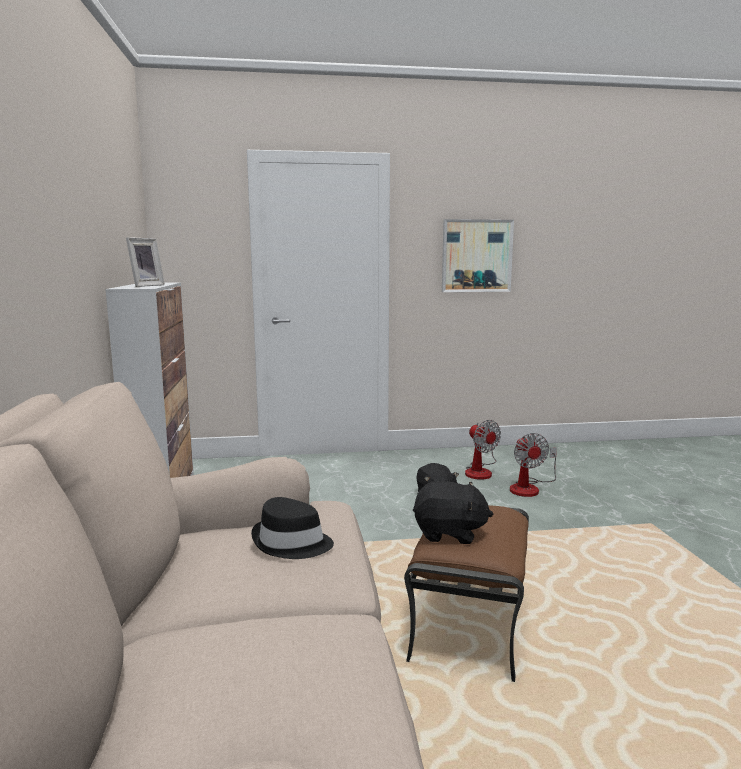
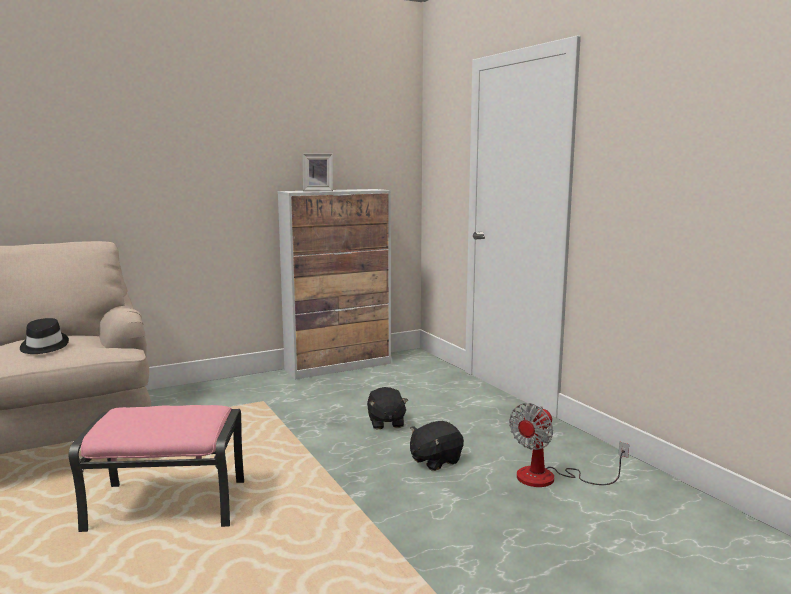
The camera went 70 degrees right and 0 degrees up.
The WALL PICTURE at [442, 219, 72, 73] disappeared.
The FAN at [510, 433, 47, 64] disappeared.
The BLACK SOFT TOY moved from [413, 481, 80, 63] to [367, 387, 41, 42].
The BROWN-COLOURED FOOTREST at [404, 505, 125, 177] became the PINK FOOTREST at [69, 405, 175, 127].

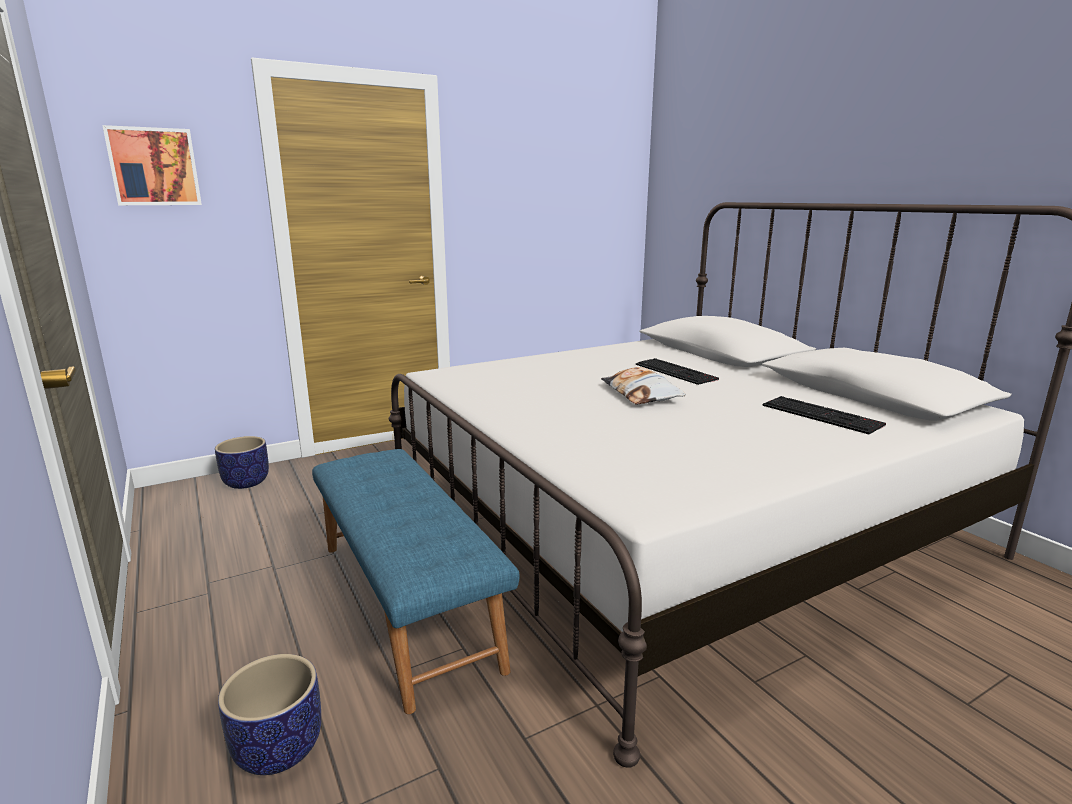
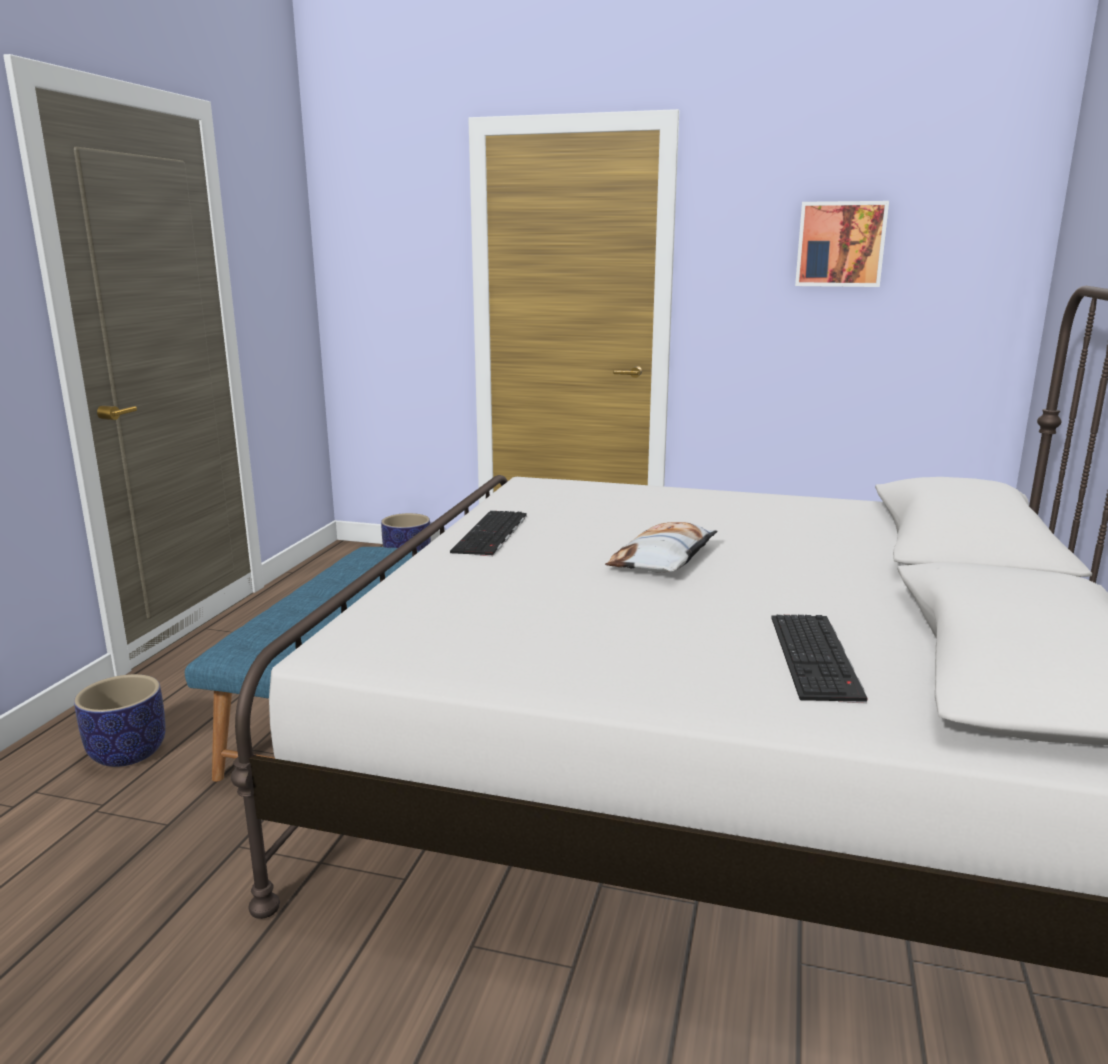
The camera went 45 degrees right and 0 degrees up.
The WALL PICTURE moved from [102, 125, 100, 80] to [795, 201, 94, 86].
The COMPUTER KEYBOARD moved from [636, 358, 83, 27] to [450, 511, 76, 46].

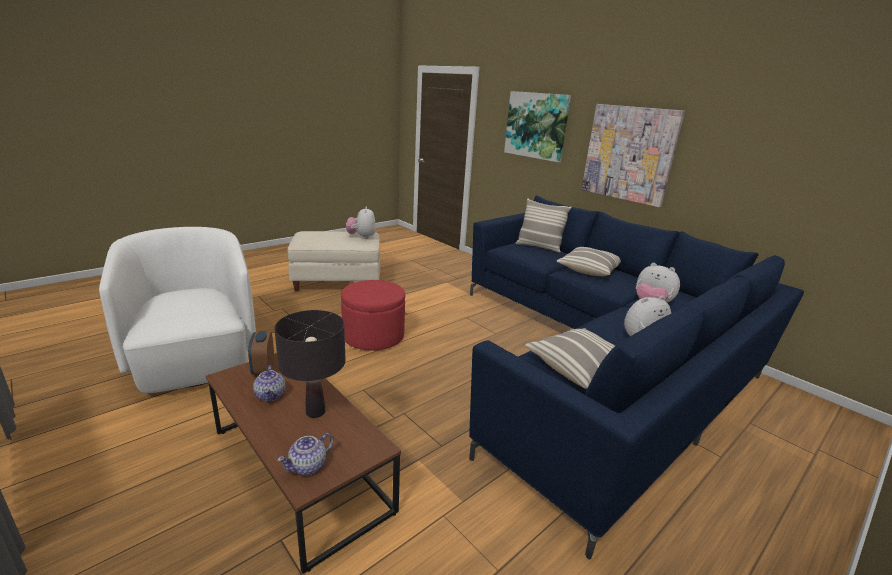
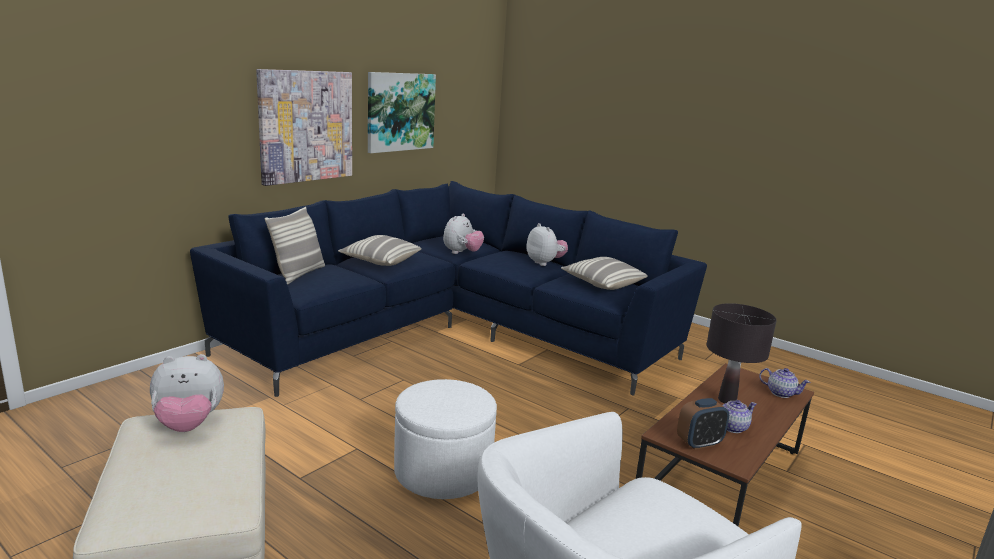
The camera went 100 degrees left and 5 degrees down.
The WALL PICTURE moved from [504, 91, 67, 71] to [368, 72, 68, 81].
The REDDISH FOOTREST at [341, 280, 64, 71] became the WHITISH FOOTREST at [394, 379, 103, 120].

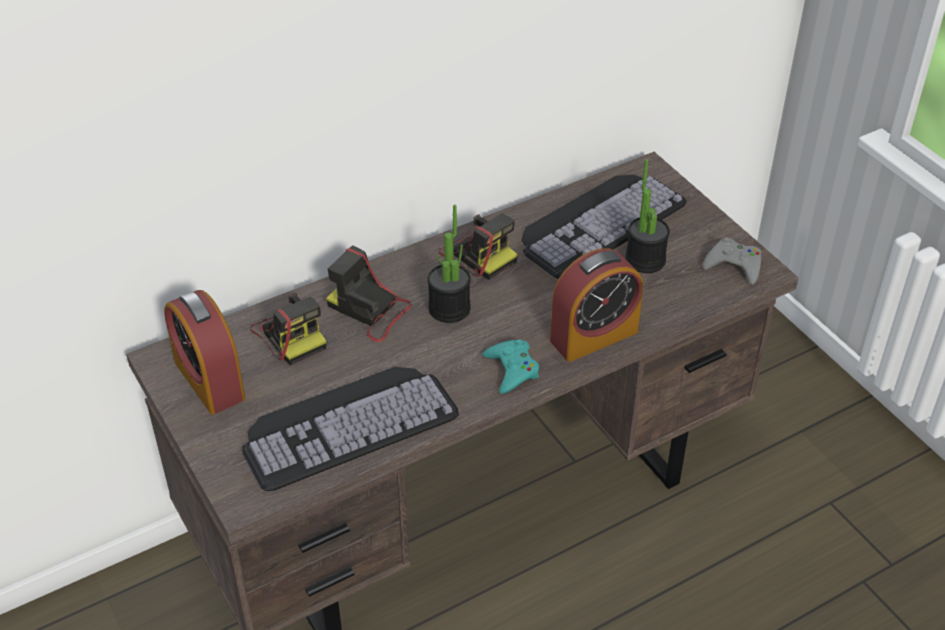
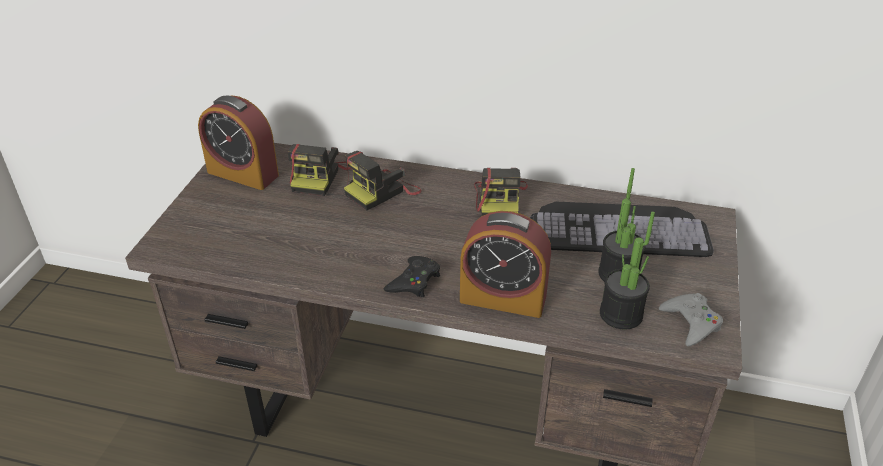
The camera went 45 degrees right and 5 degrees down.
The COMPUTER KEYBOARD at [242, 367, 217, 124] disappeared.
The POTTED PLANT moved from [427, 205, 44, 118] to [600, 211, 55, 118].
The BLUE-GREEN GAMEPAD at [483, 340, 56, 54] became the BLACK GAMEPAD at [384, 256, 56, 41].
The TABLE CLOCK at [164, 290, 81, 124] turned 75 degrees counterclockwise.
The STILL CAMERA at [326, 245, 85, 97] turned 120 degrees counterclockwise.

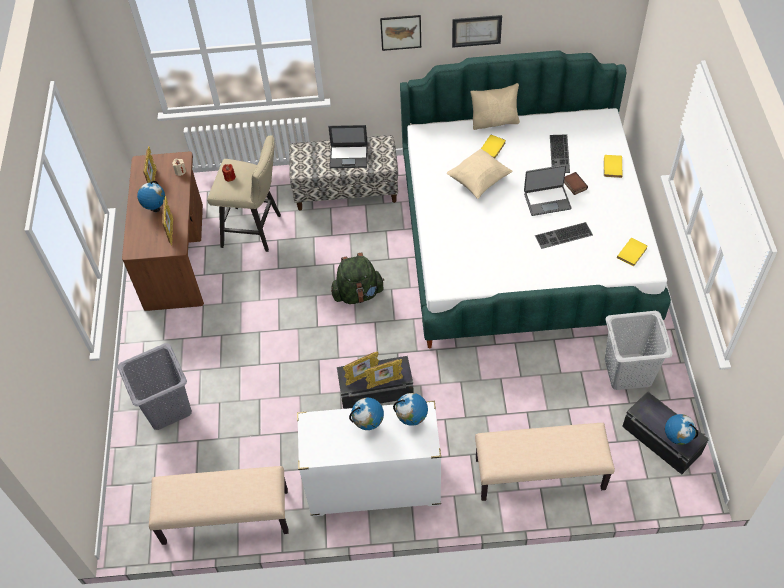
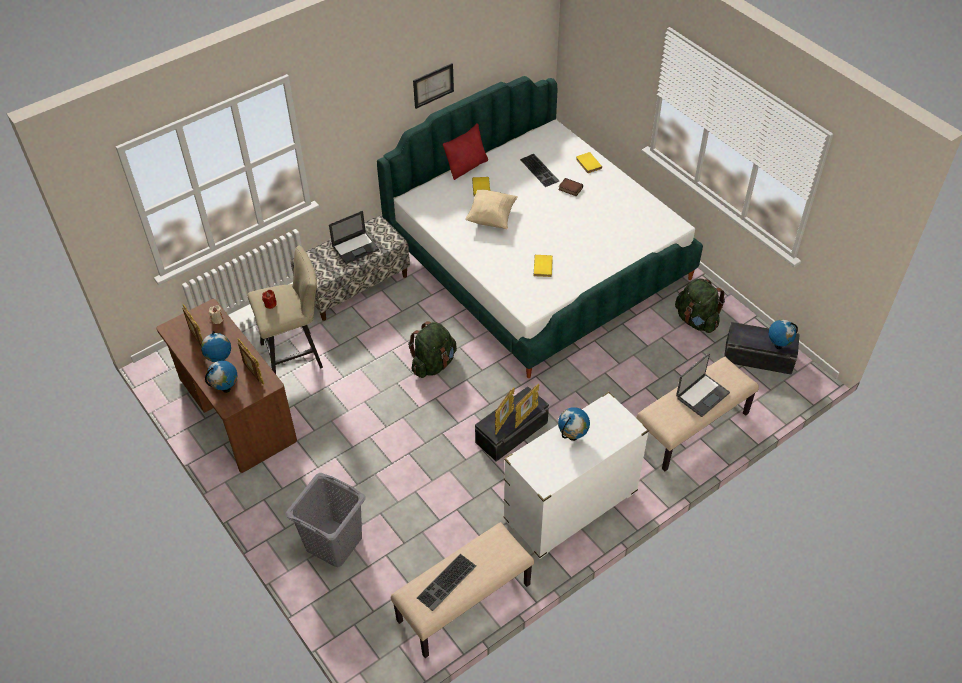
The camera went 35 degrees left and 5 degrees down.
The WALL PICTURE at [380, 15, 41, 36] disappeared.
The DESK GLOBE moved from [393, 393, 35, 33] to [205, 360, 32, 33].
The PORTABLE COMPUTER moved from [524, 165, 48, 51] to [676, 353, 54, 64].
The COMPUTER KEYBOARD moved from [535, 222, 58, 27] to [417, 554, 59, 57].
The YELLOW BOUND BOOK moved from [617, 238, 31, 28] to [534, 255, 19, 22].
The GRAY WASHING BASKET at [605, 311, 68, 79] was replaced by the GREEN-COLOURED BACKPACK at [675, 278, 50, 55].
The BEIGE THROW PILLOW at [470, 83, 50, 47] became the REDDISH THROW PILLOW at [443, 123, 45, 57].

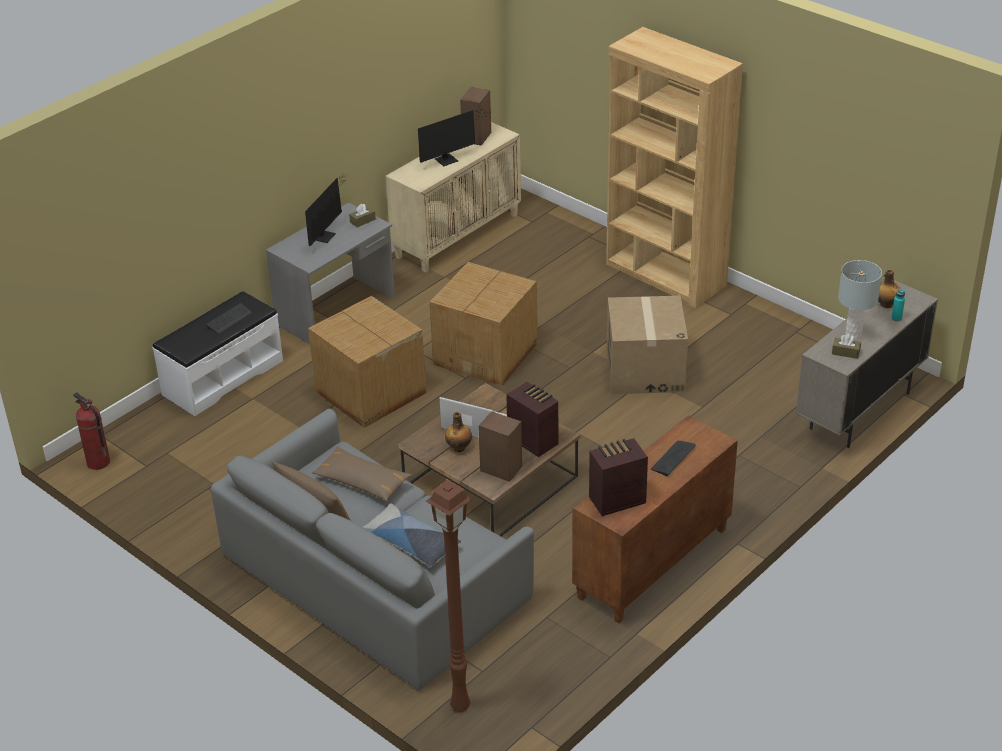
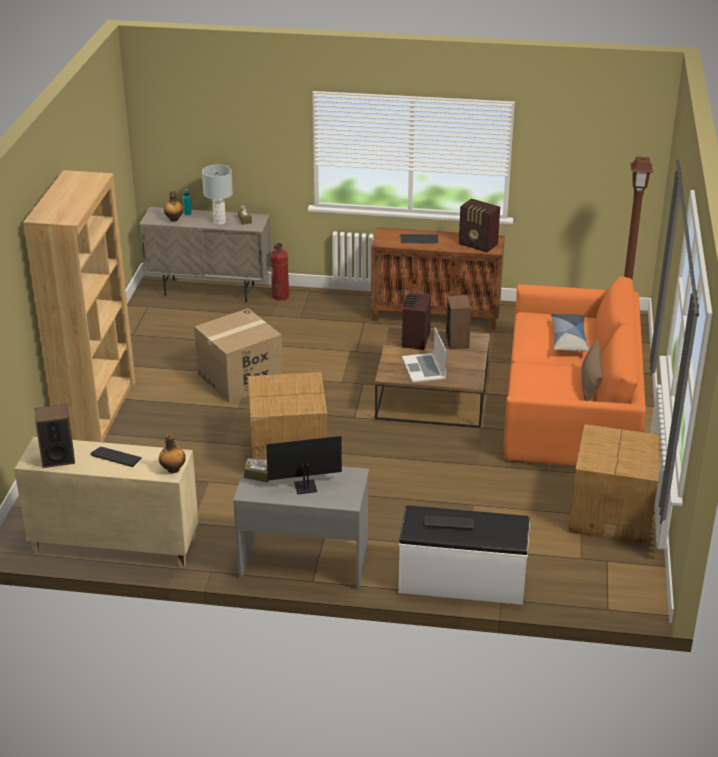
The camera went 125 degrees left and 5 degrees down.
The BROWN-COLOURED THROW PILLOW at [312, 447, 100, 54] disappeared.
The EXTINGUISHER moved from [73, 392, 37, 78] to [270, 243, 19, 58].
The CARDBOARD BOX moved from [308, 296, 118, 132] to [569, 424, 92, 121].
The BOTTLE moved from [445, 412, 27, 40] to [159, 434, 27, 39].
The MONITOR at [418, 108, 74, 58] was replaced by the COMPUTER KEYBOARD at [91, 447, 51, 20].
The GRAY SOFA at [211, 409, 323, 281] became the ORANGEY SOFA at [504, 276, 142, 190].

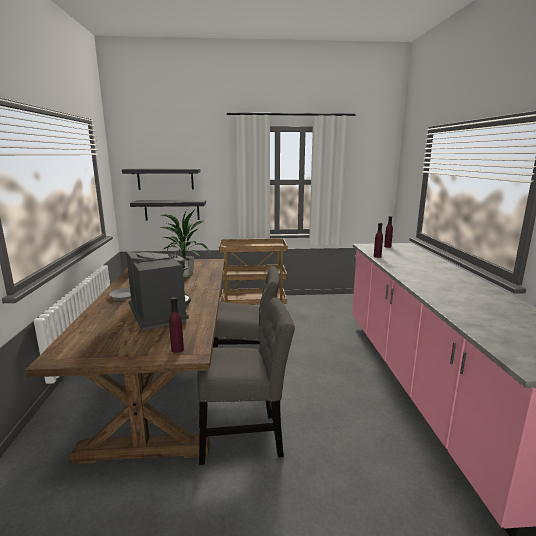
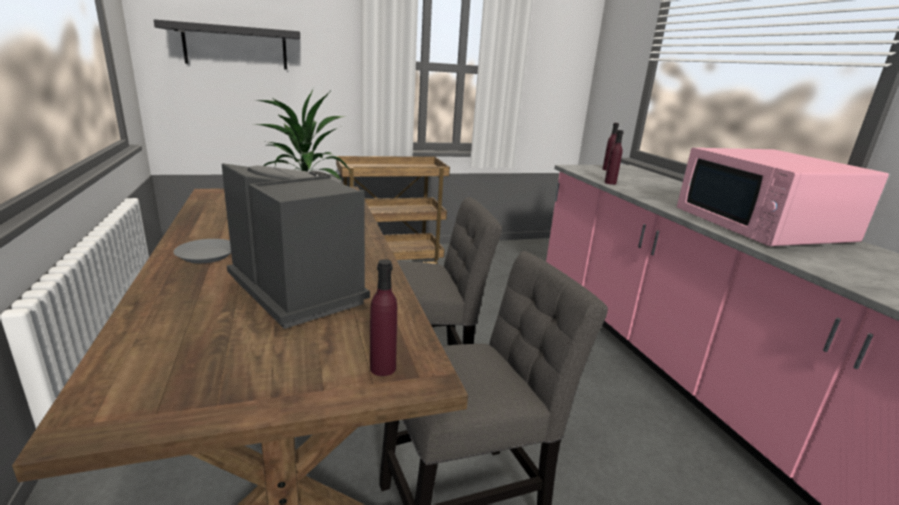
The camera went 15 degrees left and 5 degrees up.
The BLACK BRACKET SHELF at [130, 200, 76, 20] disappeared.
The PINK MICROWAVE at [677, 148, 212, 98] appeared.

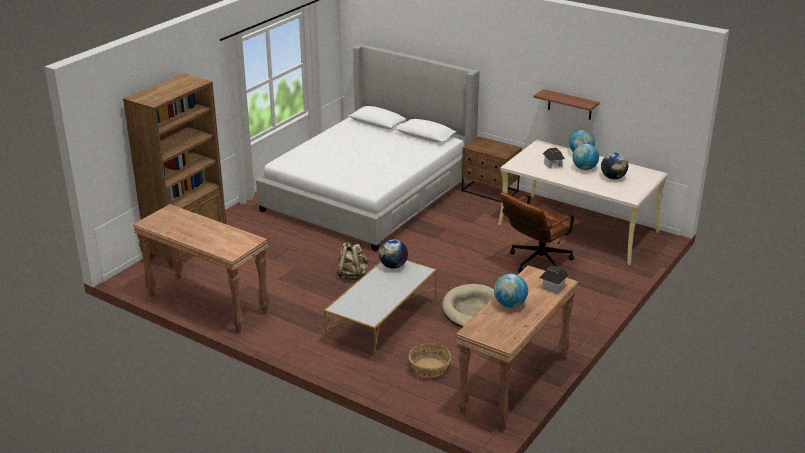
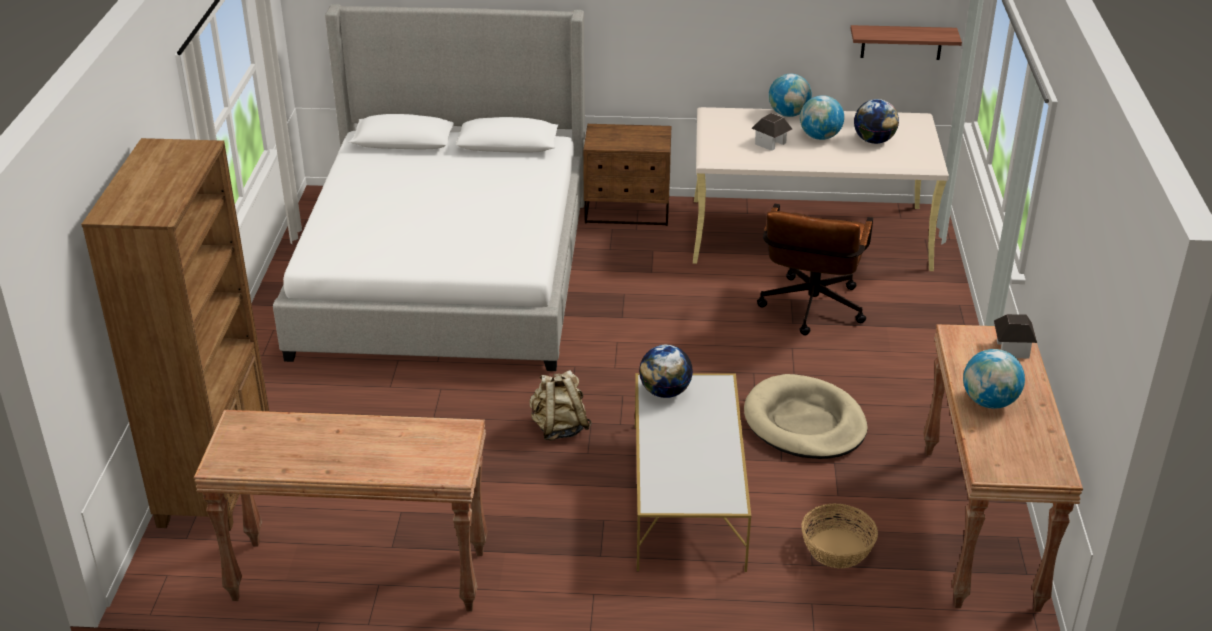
The camera went 30 degrees left and 5 degrees up.
The BRACKET SHELF moved from [533, 89, 67, 31] to [850, 25, 112, 35].

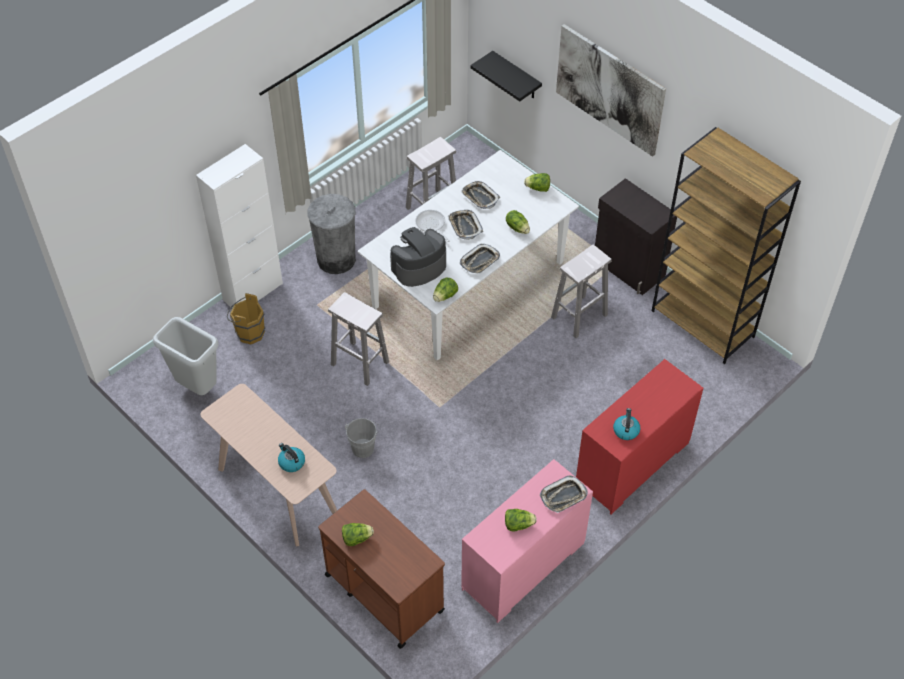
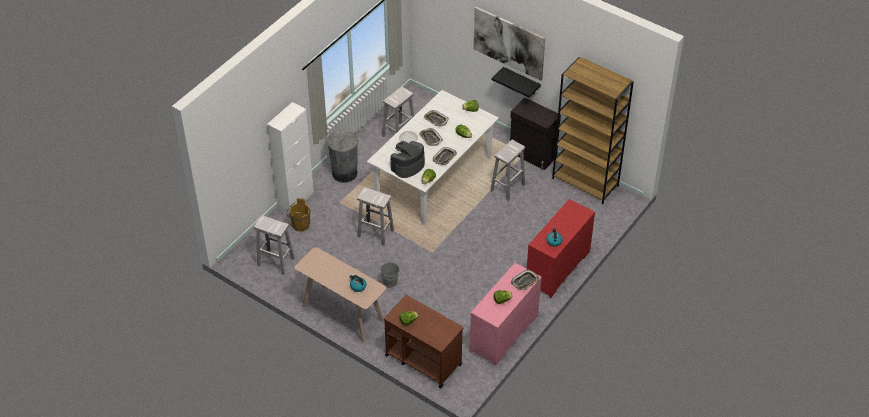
The camera went 10 degrees left and 5 degrees down.
The BLACK BRACKET SHELF moved from [470, 51, 72, 51] to [492, 67, 49, 30].
The GRAY TRASH CAN at [153, 317, 65, 78] was replaced by the WHITISH SITTING STOOL at [254, 215, 41, 60].

